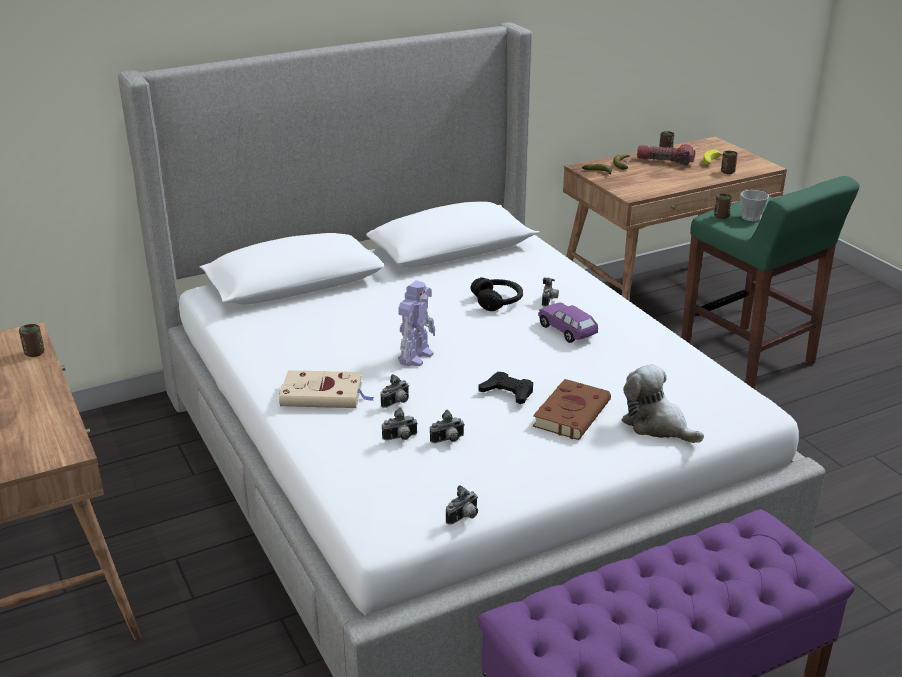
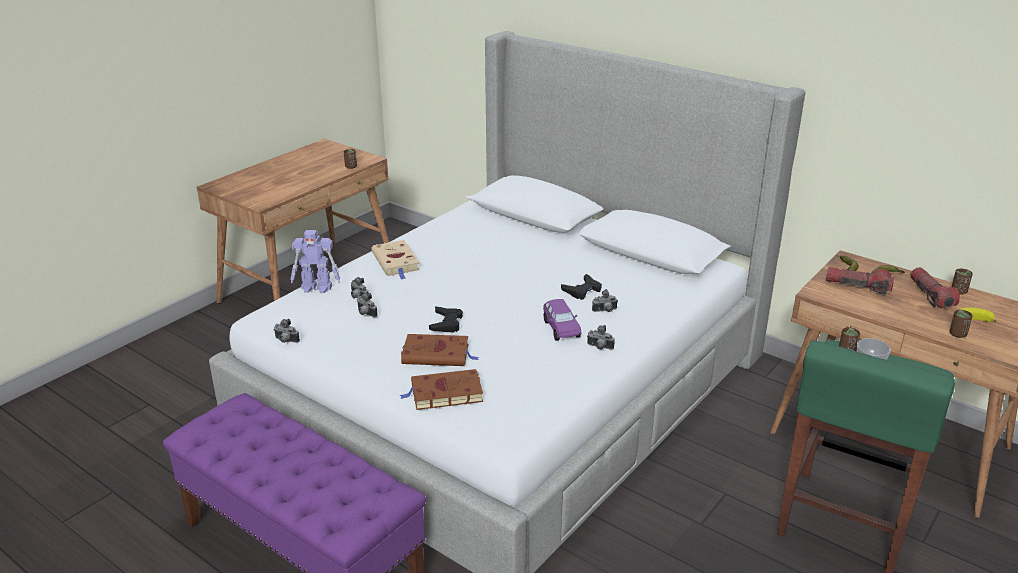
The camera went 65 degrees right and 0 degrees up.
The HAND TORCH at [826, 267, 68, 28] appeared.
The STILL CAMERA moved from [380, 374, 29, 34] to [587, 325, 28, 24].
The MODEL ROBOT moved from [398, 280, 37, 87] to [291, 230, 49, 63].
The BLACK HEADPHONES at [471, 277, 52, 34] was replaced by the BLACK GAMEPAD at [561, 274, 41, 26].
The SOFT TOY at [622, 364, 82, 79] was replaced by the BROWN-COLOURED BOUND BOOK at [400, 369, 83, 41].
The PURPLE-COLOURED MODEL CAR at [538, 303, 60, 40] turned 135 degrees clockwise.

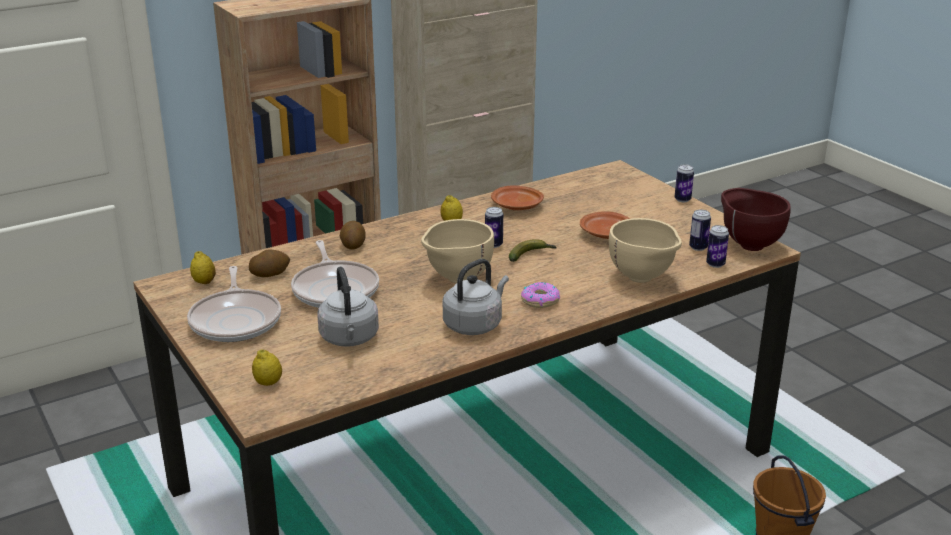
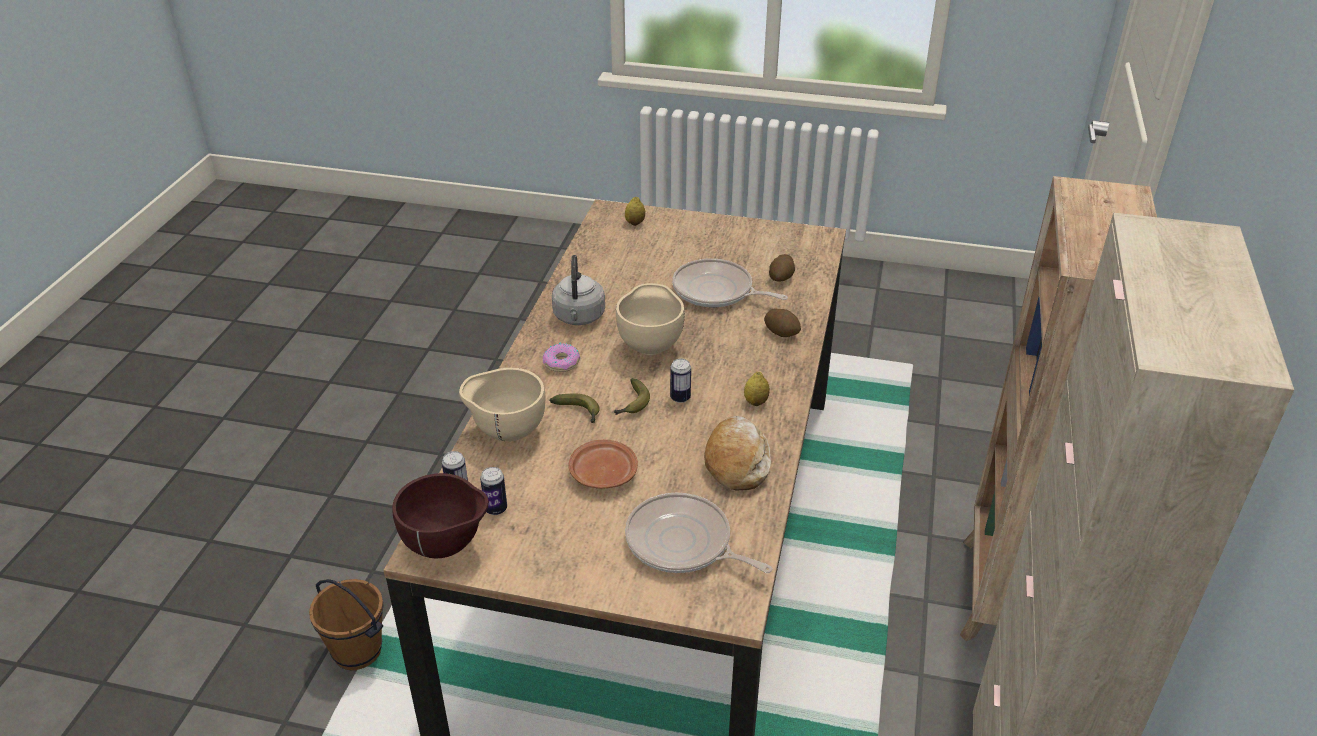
The camera went 135 degrees right and 10 degrees up.
The WHOLE LEMON at [190, 251, 26, 33] disappeared.
The GRAY WATER KETTLE at [317, 266, 62, 81] disappeared.
The SEALED CAN at [675, 164, 19, 38] disappeared.
The BANANA FRUIT at [549, 394, 51, 29] appeared.
The PAN moved from [187, 266, 94, 76] to [625, 493, 148, 80].
The BROWN-COLOURED DINNER PLATE at [491, 186, 53, 24] was replaced by the BREAD at [704, 416, 67, 75].

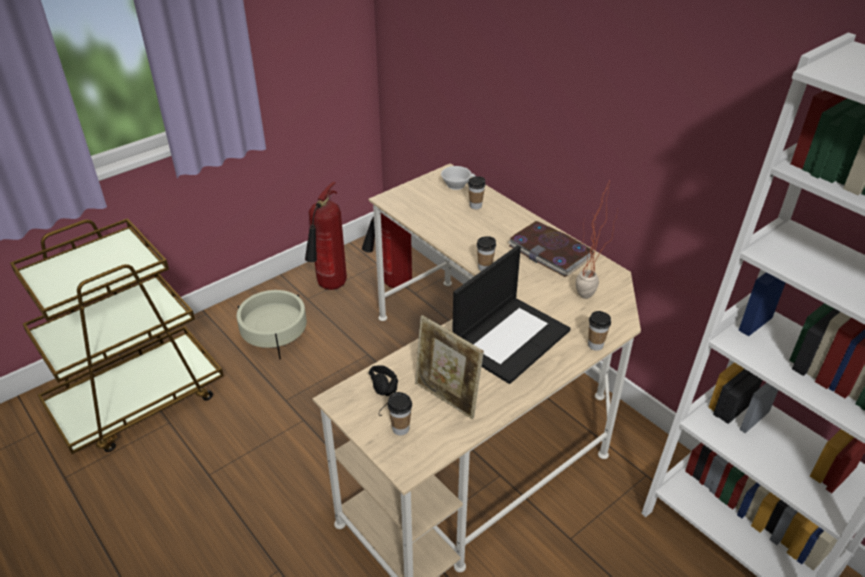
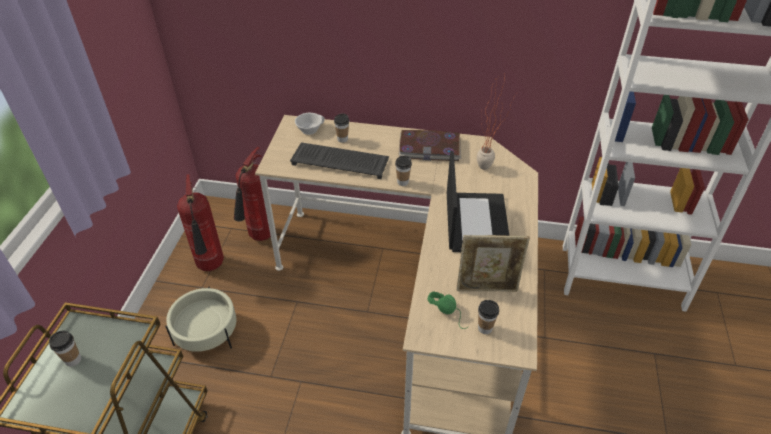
The camera went 40 degrees left and 5 degrees up.
The COMPUTER KEYBOARD at [290, 142, 99, 37] appeared.
The SMALL CUP moved from [588, 311, 23, 40] to [49, 331, 32, 36].
The BLACK HEADPHONES at [368, 365, 30, 51] became the GREEN-COLOURED HEADPHONES at [427, 291, 41, 38].

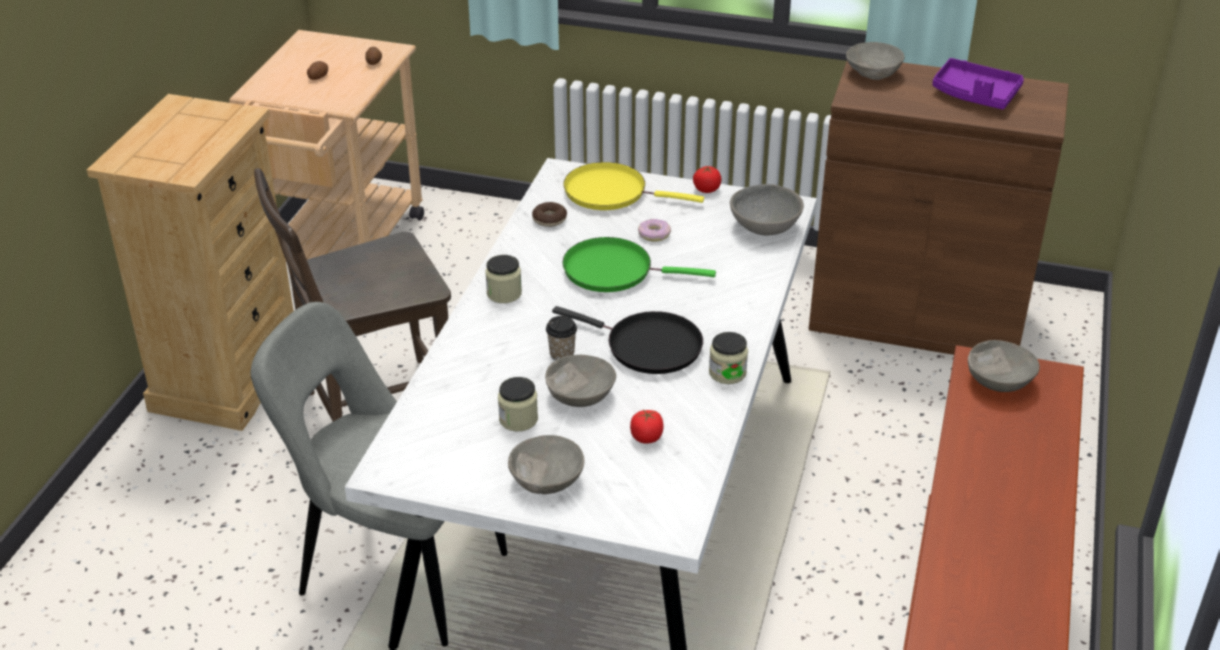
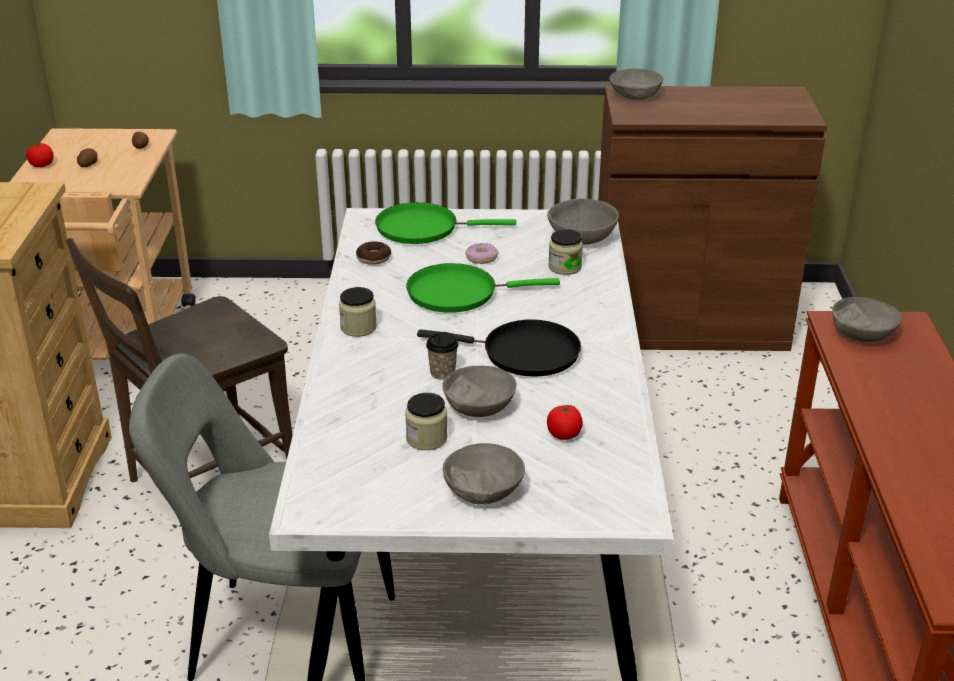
The camera went 15 degrees left and 5 degrees down.
The PURPLE-COLOURED CARRYING TRAY at [932, 58, 92, 52] disappeared.
The TOMATO moved from [693, 165, 29, 28] to [26, 143, 27, 24].
The JAR moved from [709, 332, 39, 52] to [548, 229, 35, 46].
The YELLOW PAN at [563, 162, 141, 48] became the GREEN-COLOURED PAN at [375, 202, 141, 42].

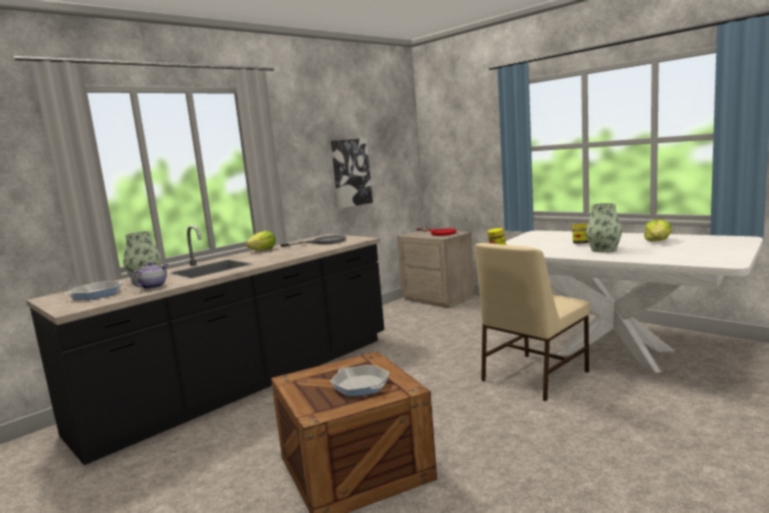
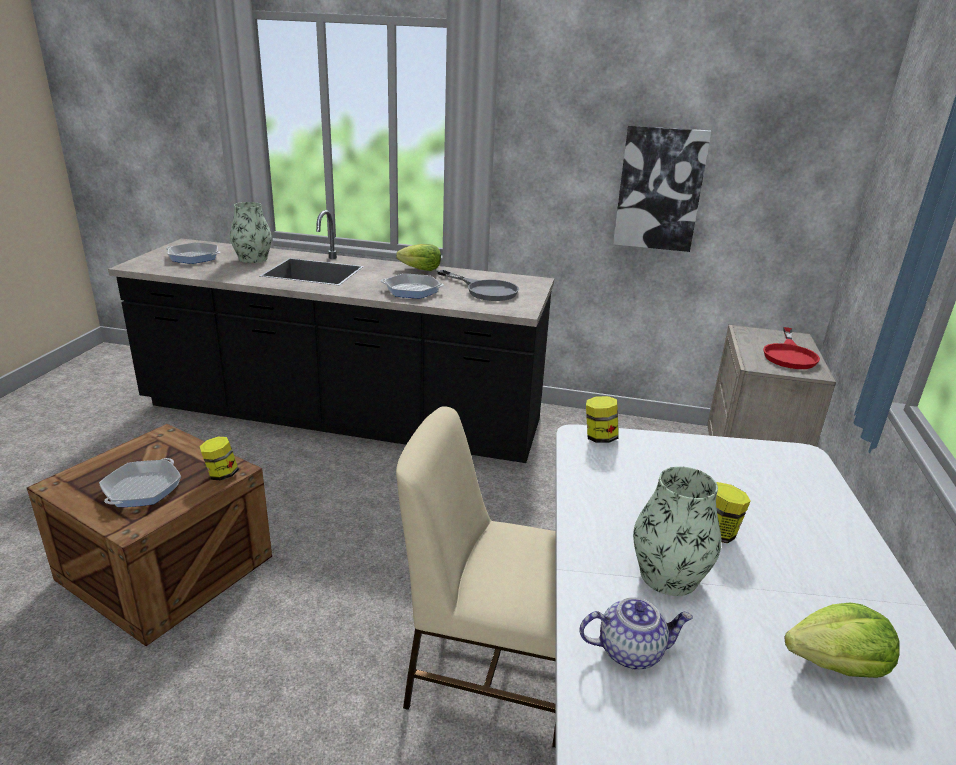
The camera went 55 degrees right and 15 degrees up.
The JAR at [199, 437, 40, 43] appeared.
The PAN at [381, 274, 63, 24] appeared.
The TEA POT moved from [131, 262, 37, 27] to [579, 597, 114, 72].

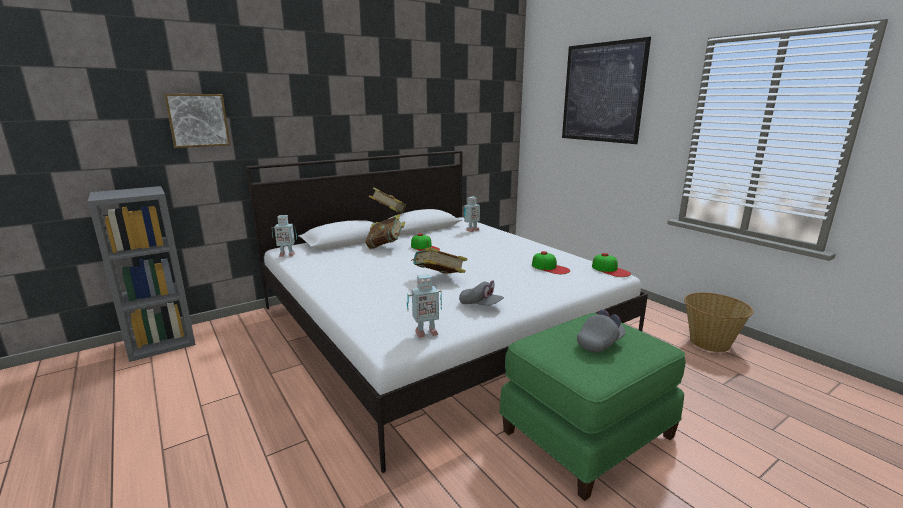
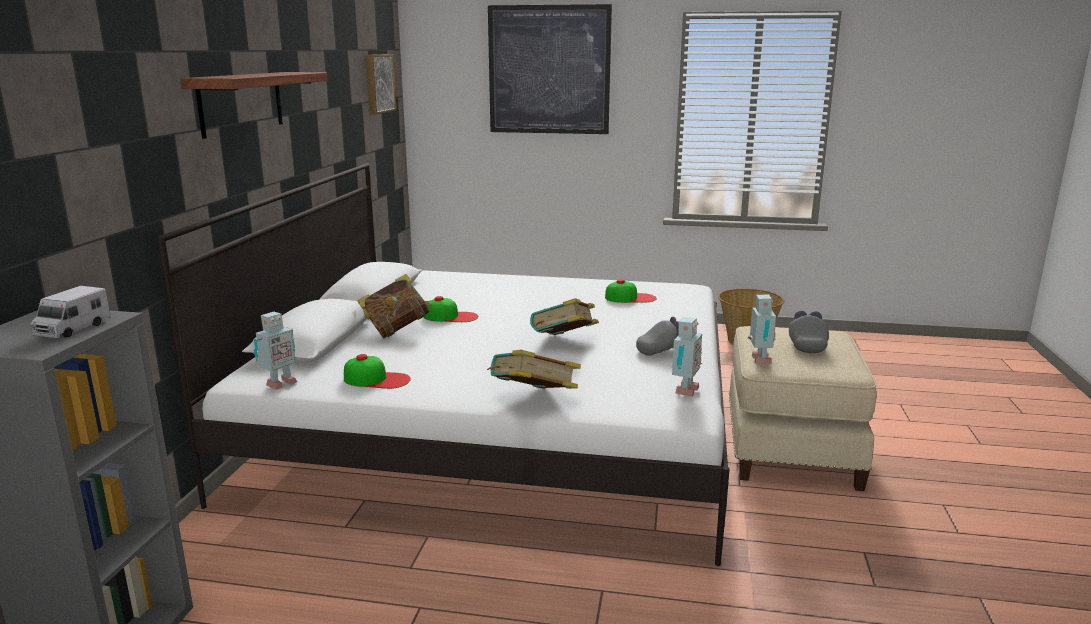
The camera went 45 degrees left and 0 degrees up.
The MODEL TRUCK at [30, 286, 81, 52] appeared.
The BRACKET SHELF at [180, 72, 148, 67] appeared.
The WALL PICTURE moved from [164, 94, 66, 54] to [366, 54, 31, 60].
The BOUND BOOK moved from [369, 187, 37, 26] to [487, 350, 94, 39].
The MODEL ROBOT moved from [464, 197, 16, 35] to [748, 295, 28, 70].
The BASEBALL CAP moved from [592, 253, 39, 24] to [344, 354, 67, 35].
The GREEN-COLOURED FOOTREST at [499, 313, 186, 188] became the BEIGE FOOTREST at [729, 326, 148, 165].

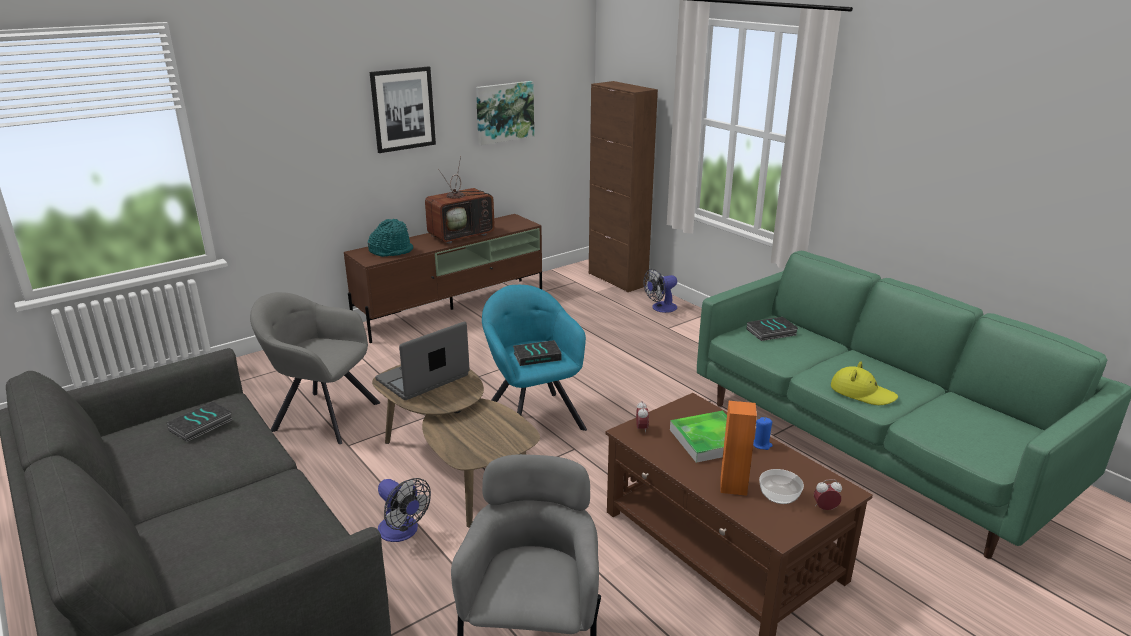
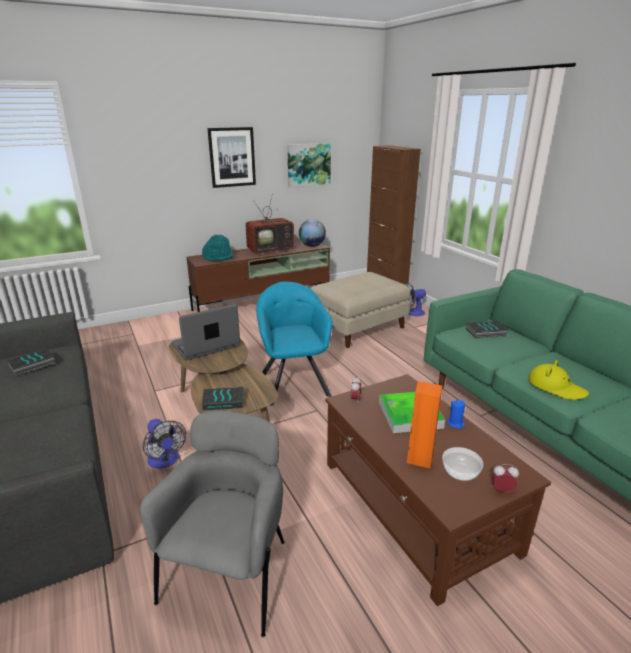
The camera went 10 degrees right and 0 degrees up.
The GRAY LOUNGE CHAIR at [250, 292, 130, 152] disappeared.
The DESK GLOBE at [299, 219, 27, 28] appeared.
The BEIGE FOOTREST at [310, 272, 100, 76] appeared.
The BOUND BOOK moved from [513, 340, 49, 26] to [202, 387, 42, 24].

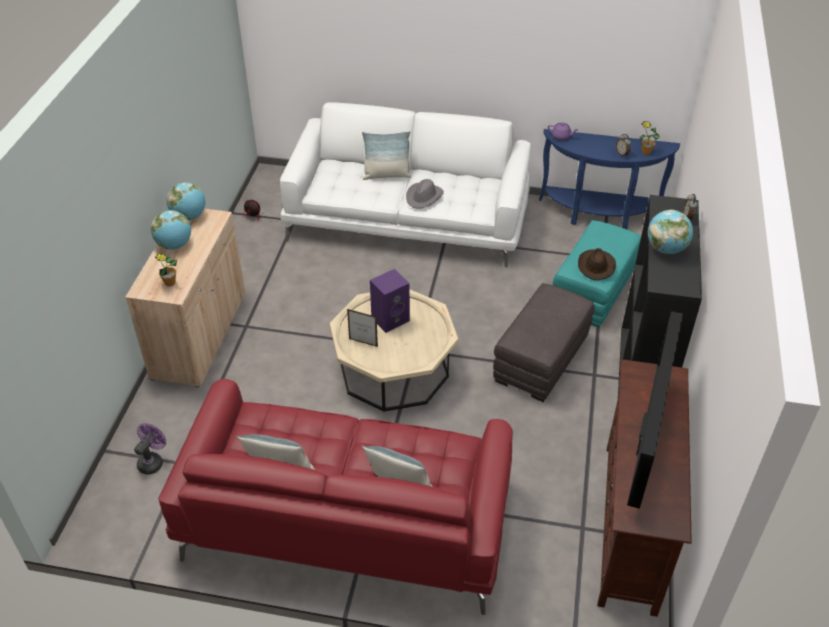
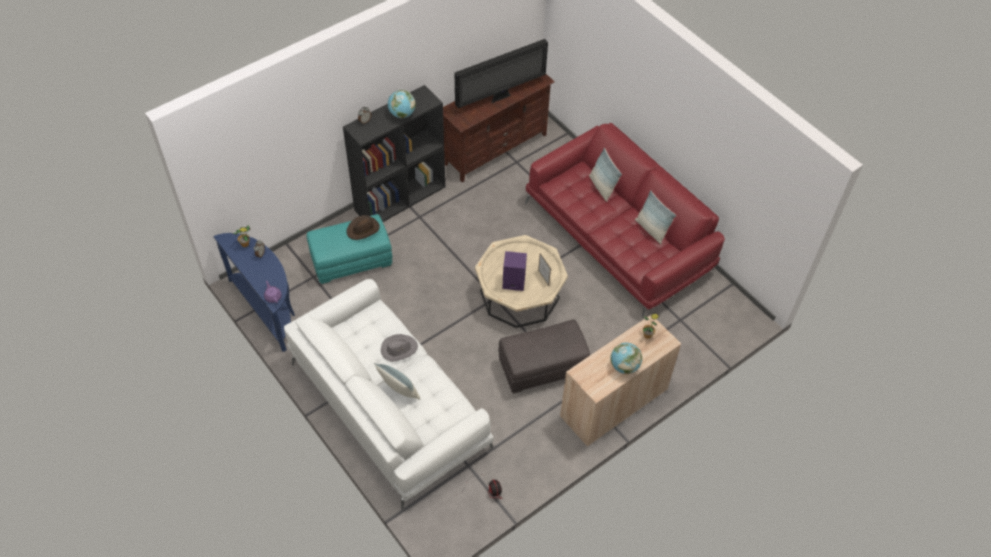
The camera went 140 degrees left and 10 degrees up.
The PURPLE-COLOURED FAN at [134, 423, 32, 51] disappeared.
The DESK GLOBE at [167, 182, 38, 38] disappeared.
The GRAY FOOTREST moved from [493, 283, 102, 119] to [498, 319, 92, 74].

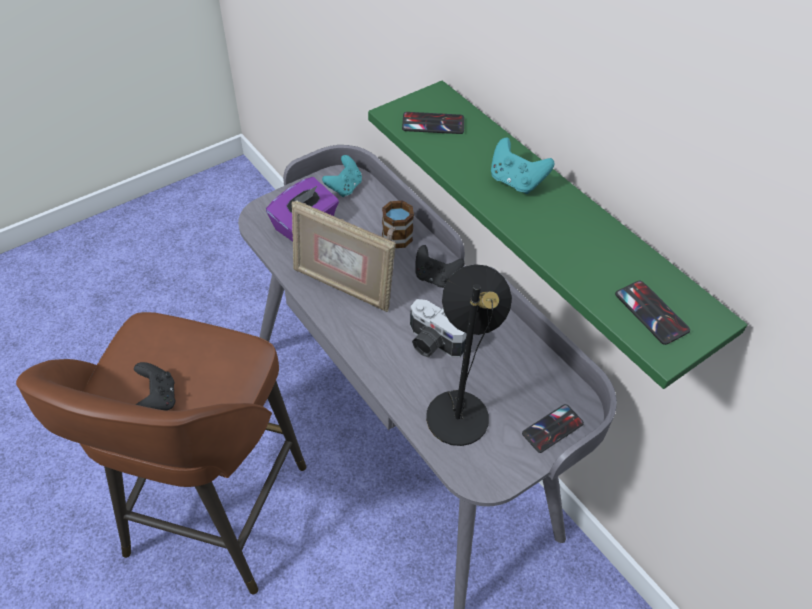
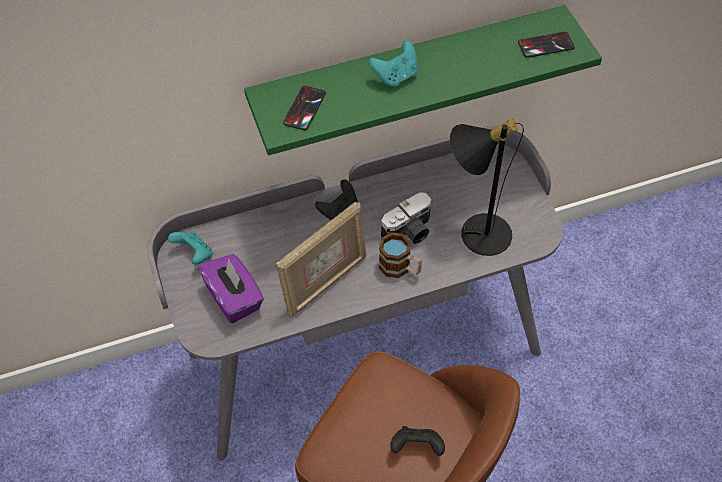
The camera went 70 degrees left and 5 degrees up.
The TELEPHONE at [522, 404, 62, 49] disappeared.
The MUG moved from [382, 201, 32, 47] to [379, 232, 43, 46].

